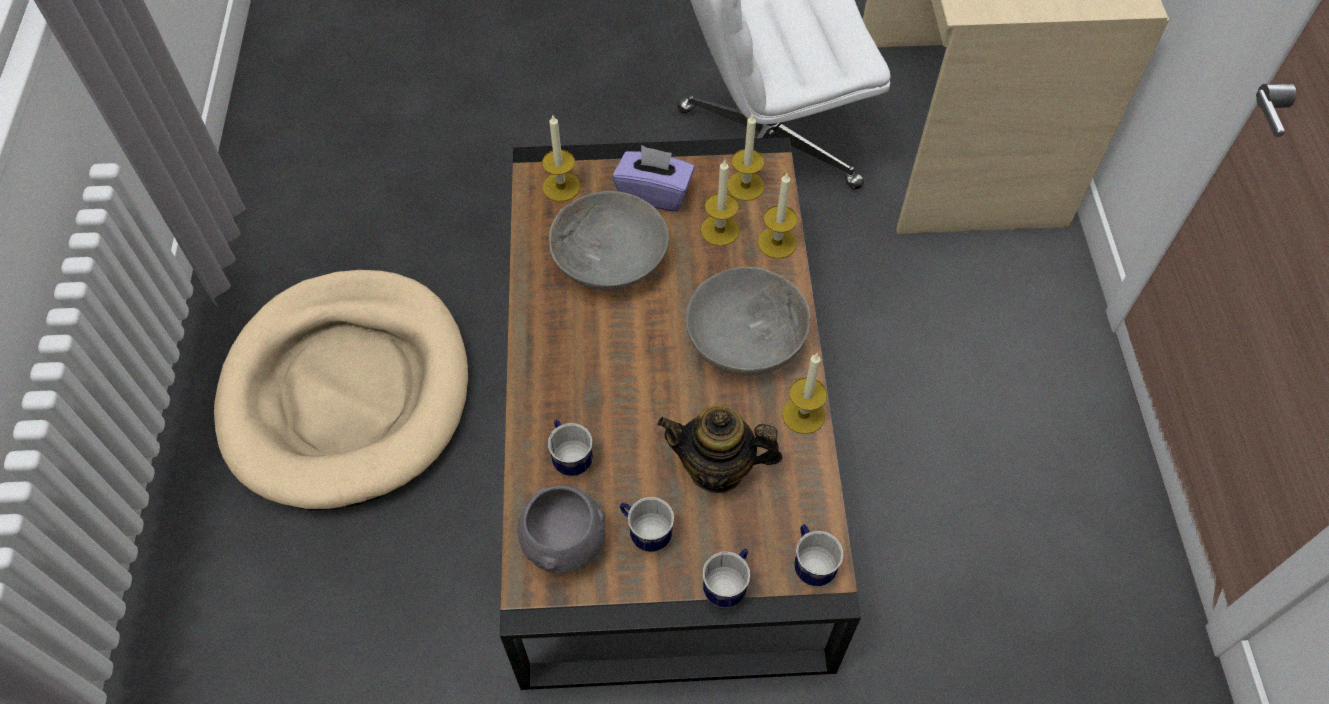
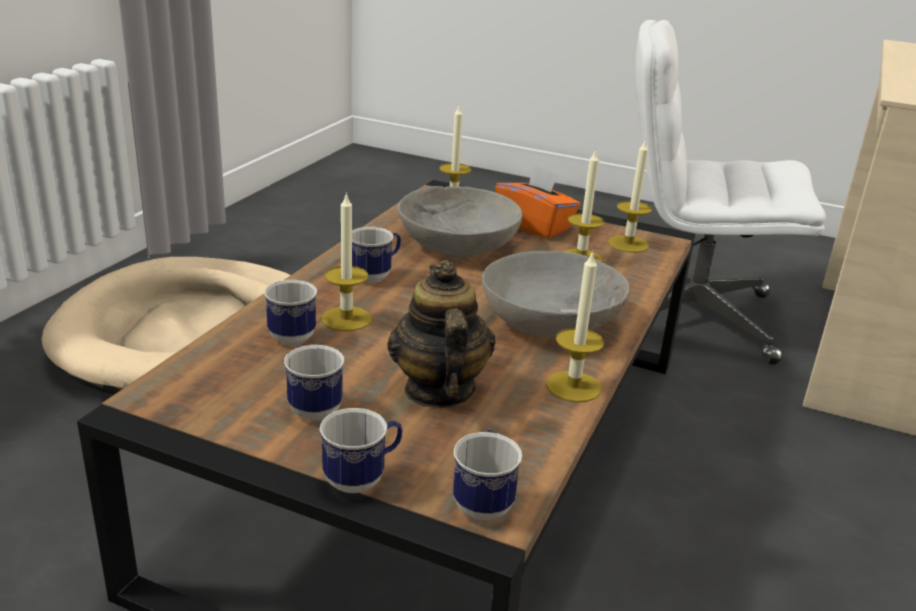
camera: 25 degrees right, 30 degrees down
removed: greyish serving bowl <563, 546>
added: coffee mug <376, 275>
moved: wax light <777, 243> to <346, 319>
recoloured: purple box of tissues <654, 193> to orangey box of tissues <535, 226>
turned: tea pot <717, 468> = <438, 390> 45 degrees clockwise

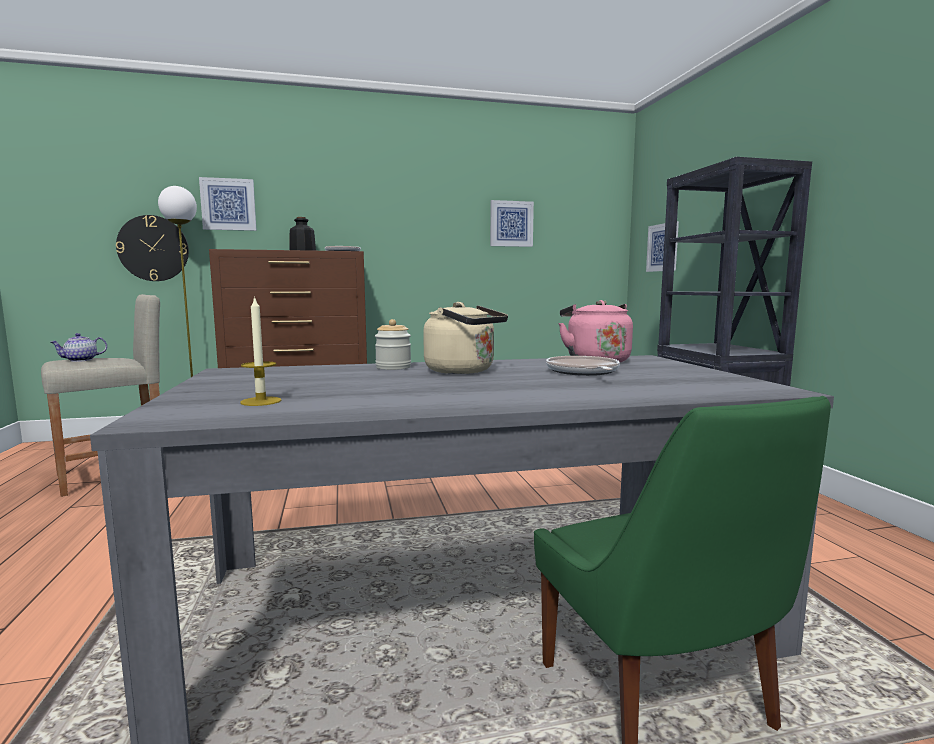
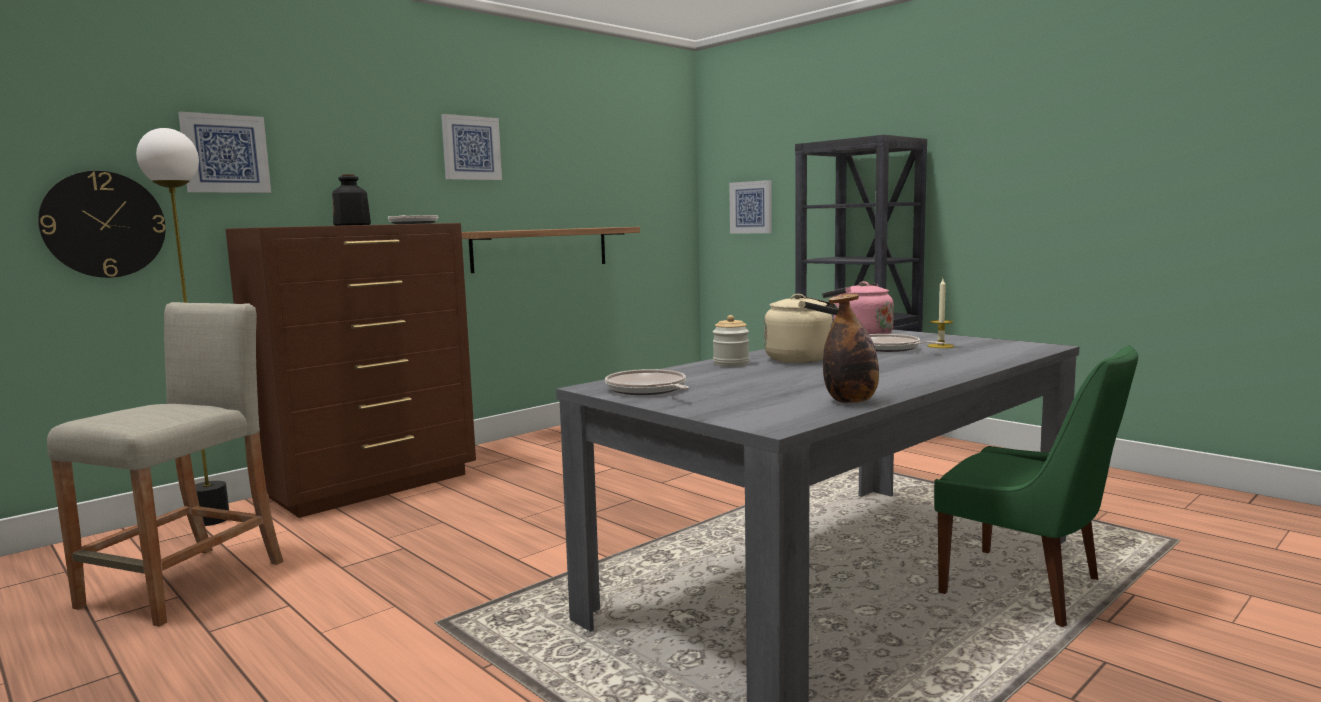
camera: 30 degrees left, 0 degrees up
removed: tea pot <80, 360>
added: bracket shelf <541, 248>; frying pan <647, 390>; bottle <851, 401>
moved: wax light <261, 401> to <940, 346>; picture <511, 224> to <471, 148>

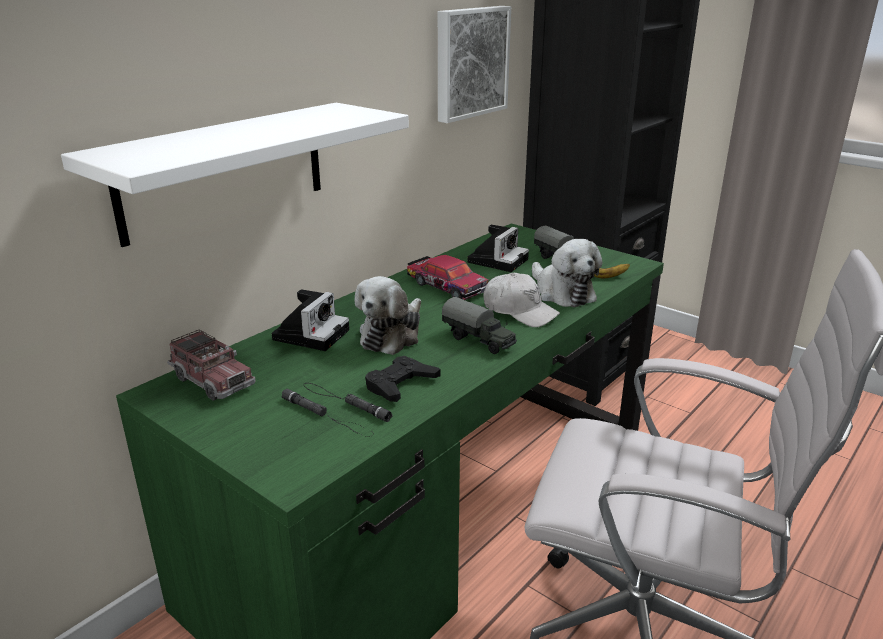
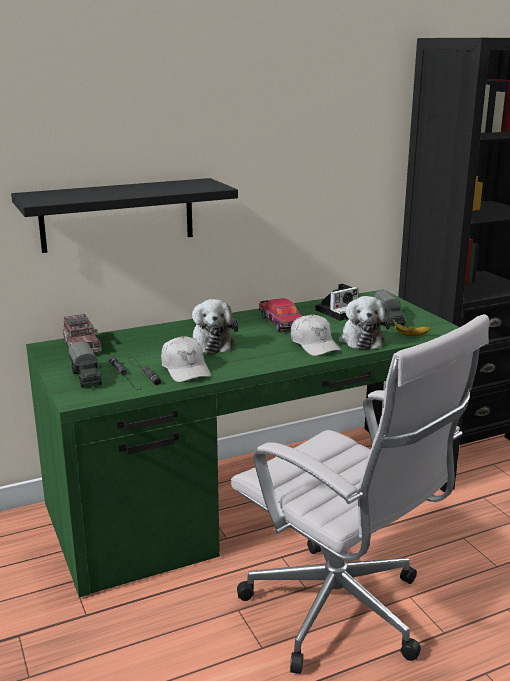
camera: 25 degrees right, 5 degrees down
removed: photo camera <311, 333>; picture <470, 62>
moved: toy truck <479, 340> to <86, 377>
replaced: blackish game controller <400, 384> to whitish cap <185, 369>
recoloured: whitish bracket shelf <224, 170> to blackish bracket shelf <117, 215>
turned: plush toy <392, 335> = <211, 343> 60 degrees counterclockwise

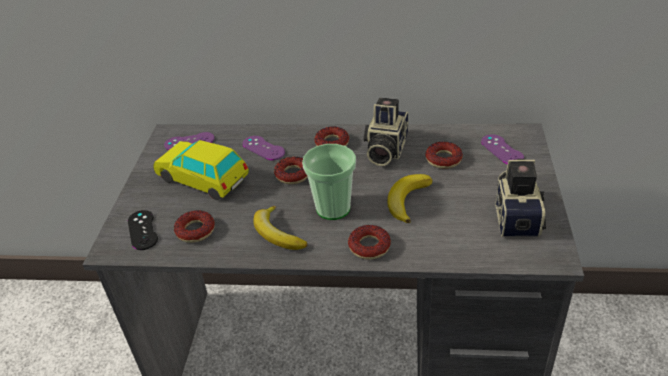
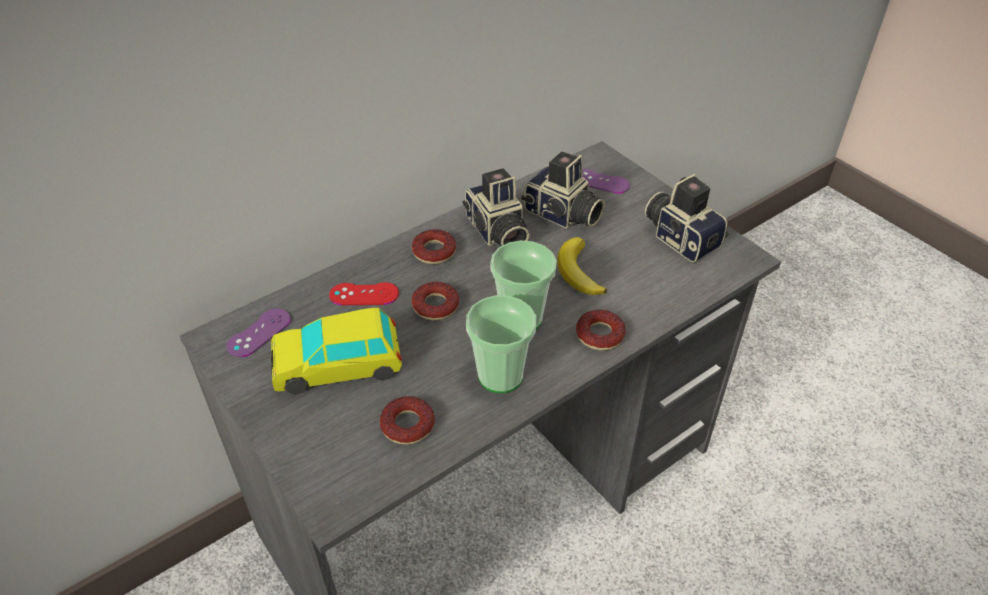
camera: 45 degrees left, 5 degrees up
removed: blackish game controller <142, 230>
replaced: whole banana <277, 234> to drinking cup <500, 376>; doughnut <443, 159> to photo camera <562, 215>
recoloured: purple game controller <263, 148> to red game controller <364, 294>

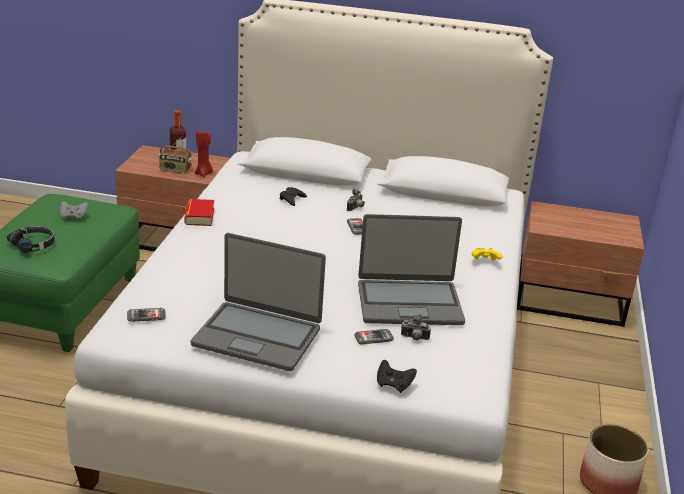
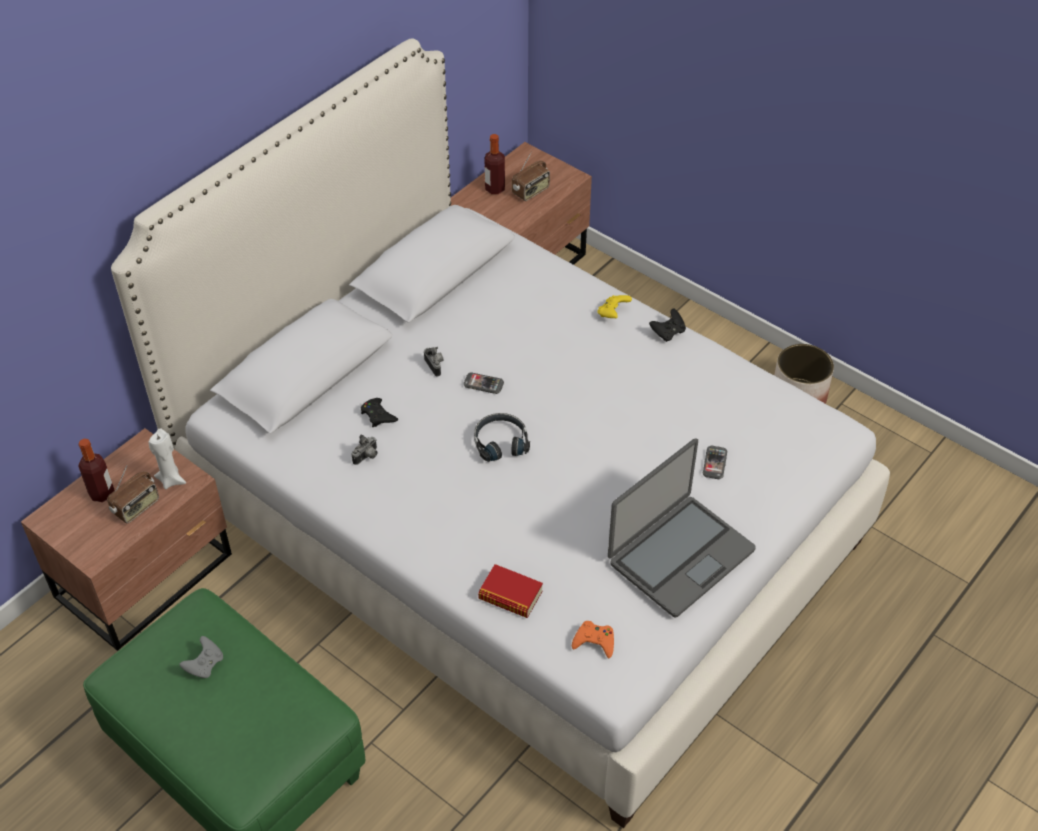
camera: 60 degrees left, 20 degrees up
removed: laptop <409, 303>
added: bottle <495, 189>; radio receiver <531, 192>
moved: blackish pair of headphones <33, 244> to <500, 442>; bound book <199, 216> to <510, 595>; blackish game controller <394, 385> to <668, 333>; photo camera <414, 338> to <367, 457>
replaced: telephone <146, 316> to orangey game controller <594, 641>
recoloured: red wax light <204, 174> to whitish wax light <171, 480>

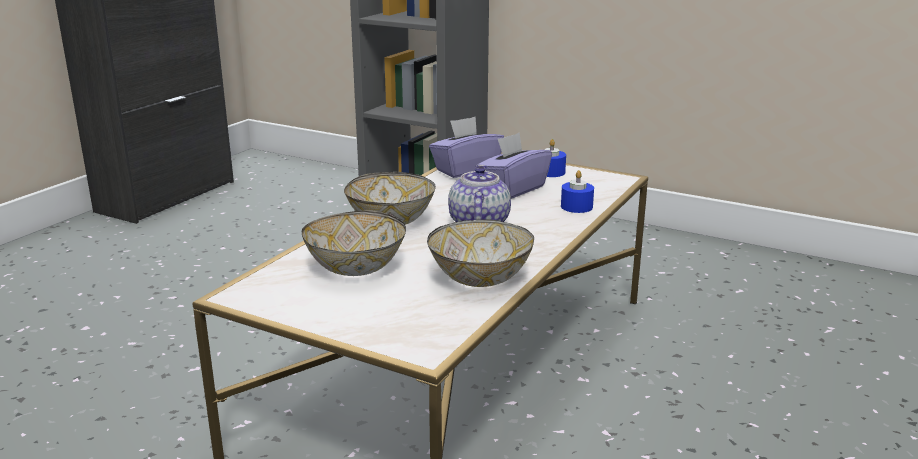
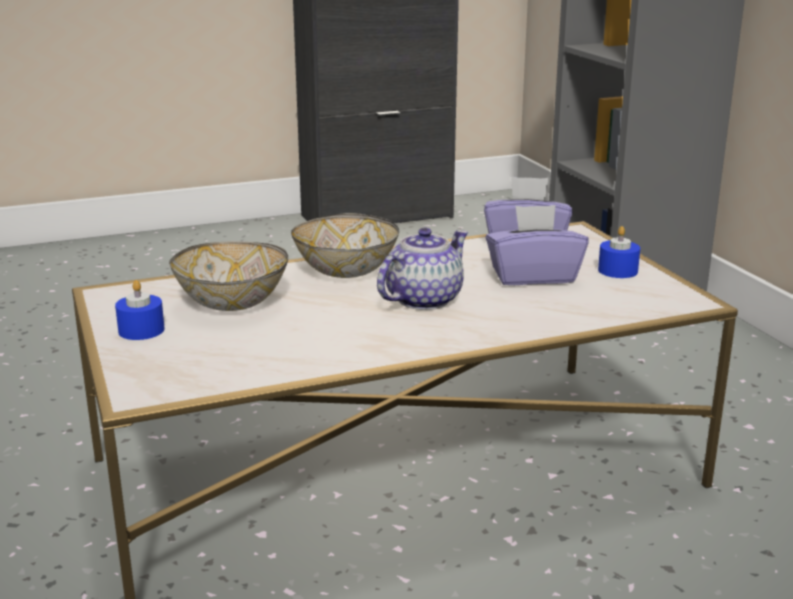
camera: 40 degrees right, 0 degrees up
removed: serving bowl <478, 279>
moved: bluish wax light <576, 206> to <141, 330>

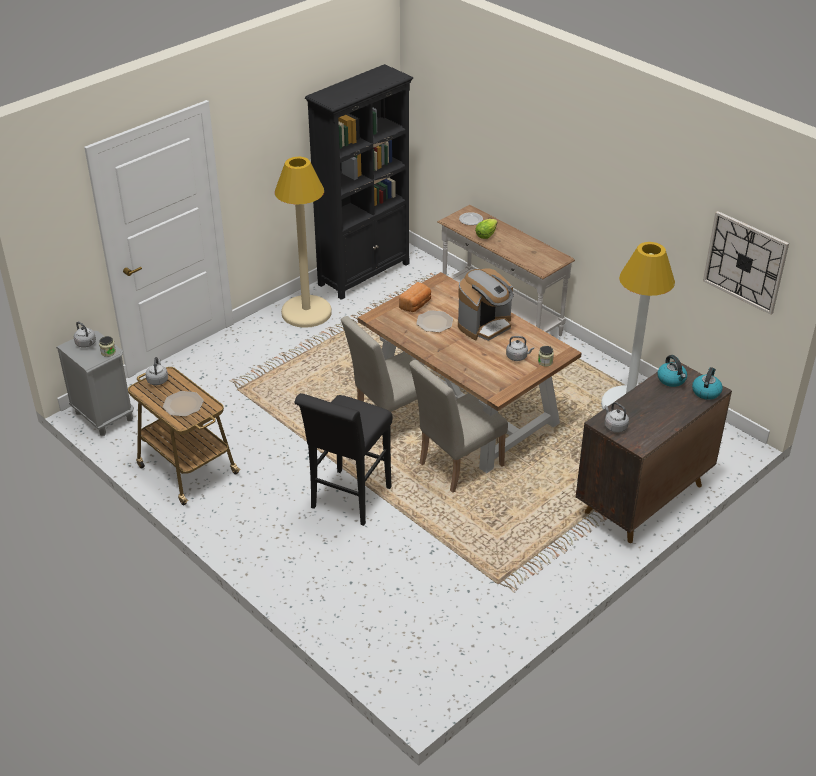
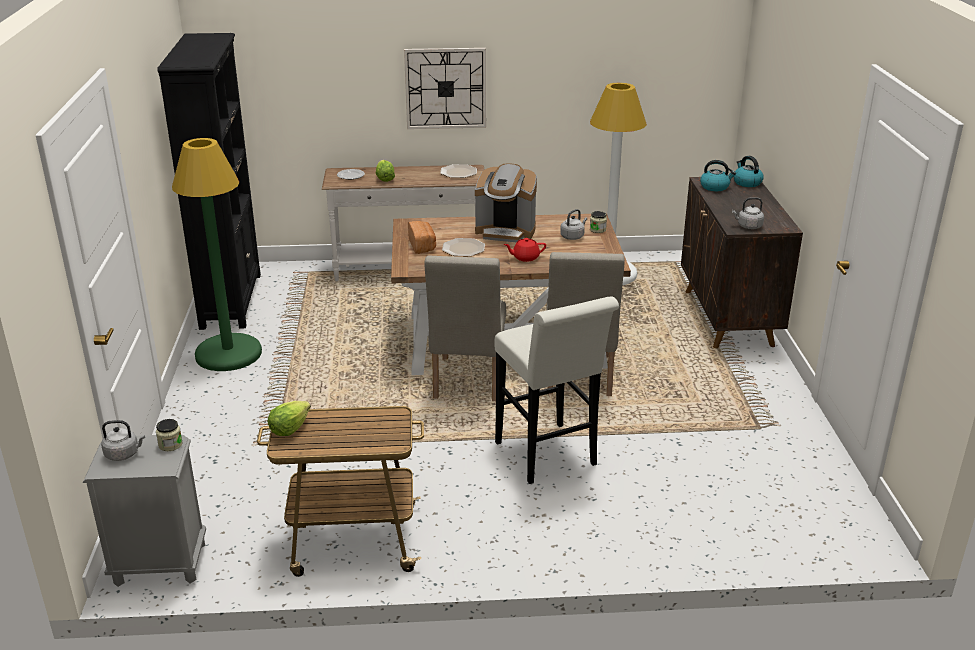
camera: 50 degrees left, 10 degrees down
added: red tea pot <525, 257>
moved: flat dish <183, 405> to <459, 172>; wall clock <745, 262> to <445, 88>
replaced: greyish water kettle <158, 380> to lettuce head <289, 429>
recoloured: beige-coloured floor lamp <306, 312> to green-coloured floor lamp <228, 354>; blackish sitting stool <348, 501> to whitish sitting stool <549, 457>
turned: coffee machine <485, 325> = <506, 231> 105 degrees clockwise

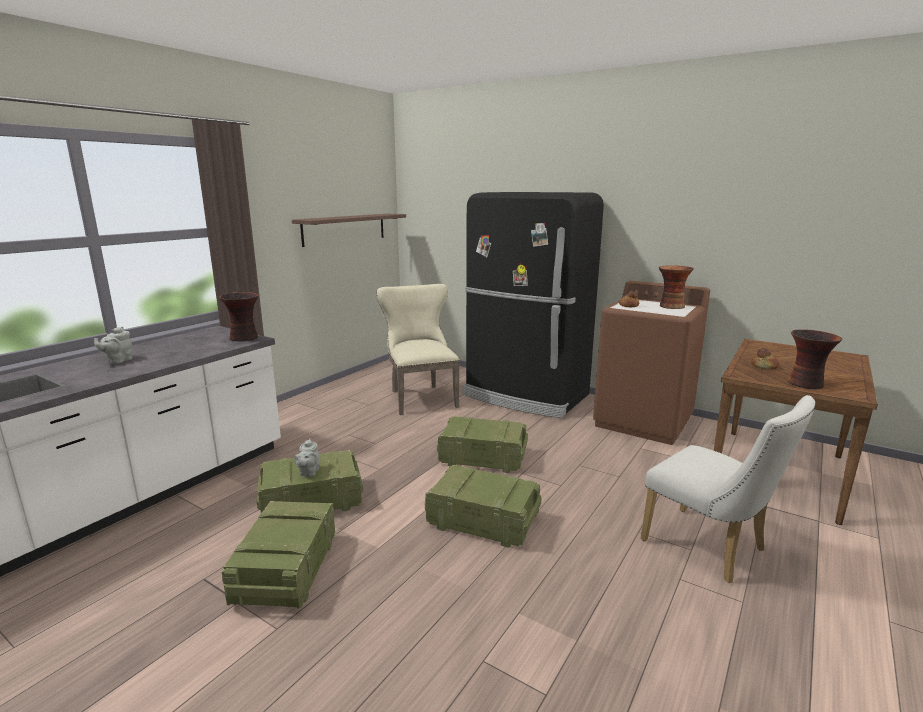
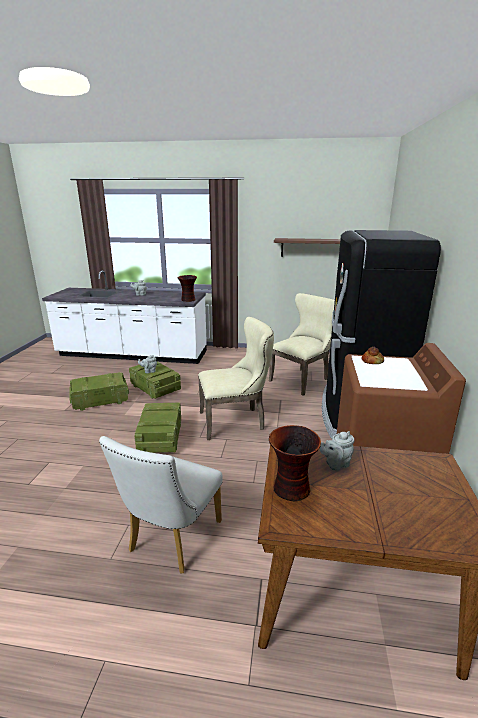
camera: 65 degrees right, 5 degrees up
removed: vase <671, 306>
replaced: shipping crate <484, 458> to beige-coloured chair <236, 421>; baked bread <764, 366> to greyish tea pot <335, 464>

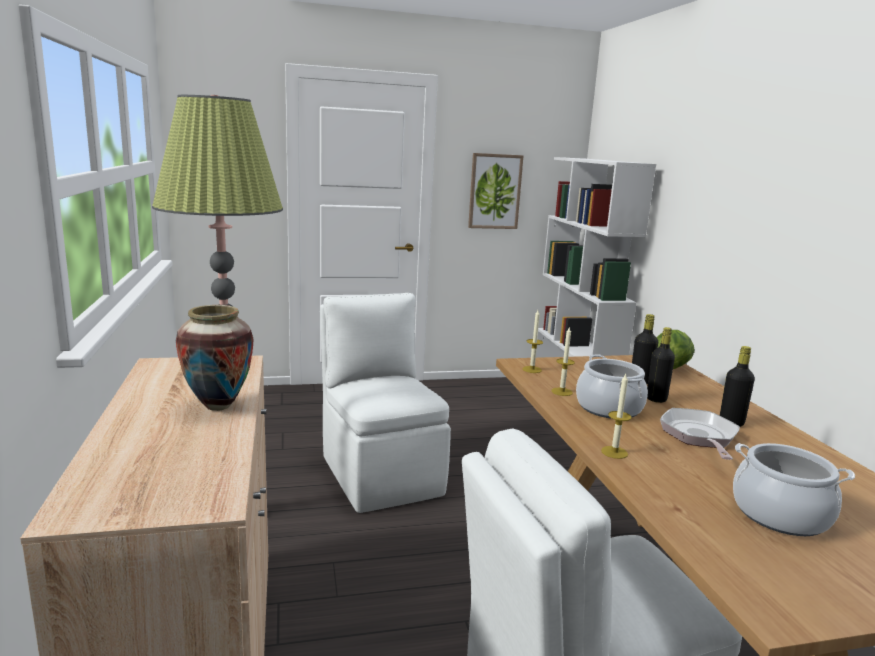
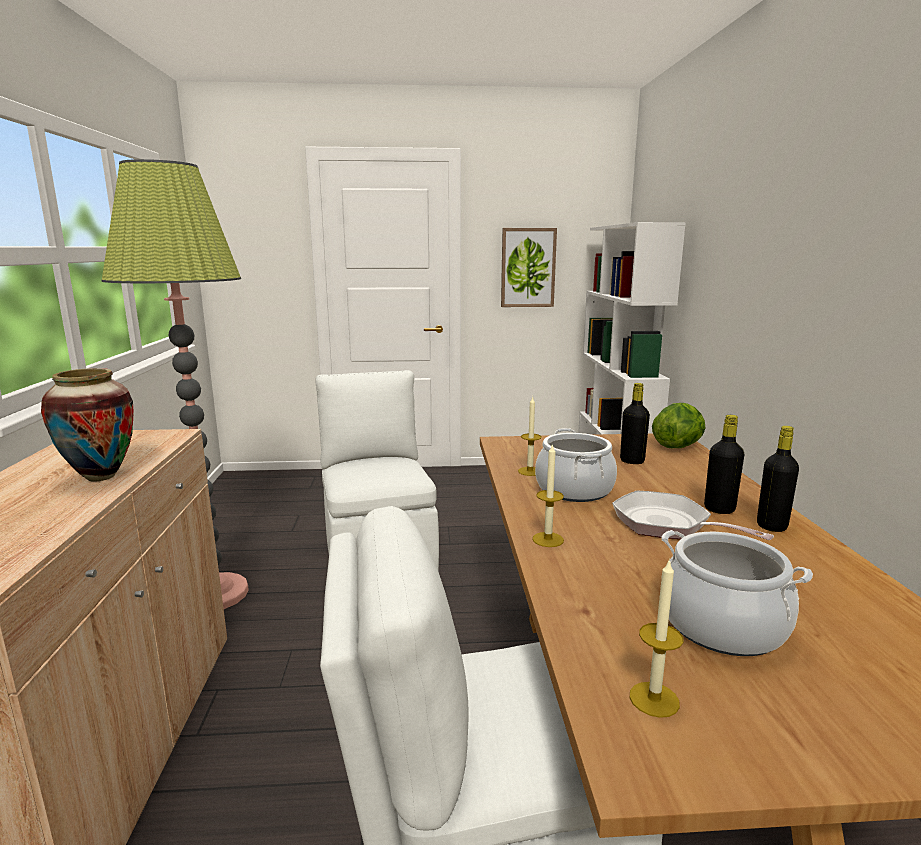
camera: 10 degrees right, 0 degrees up
moved: wax light <532, 369> to <654, 699>; blackish bottle <656, 399> to <771, 526>
turned: frying pan <699, 437> = <667, 524> 60 degrees counterclockwise

